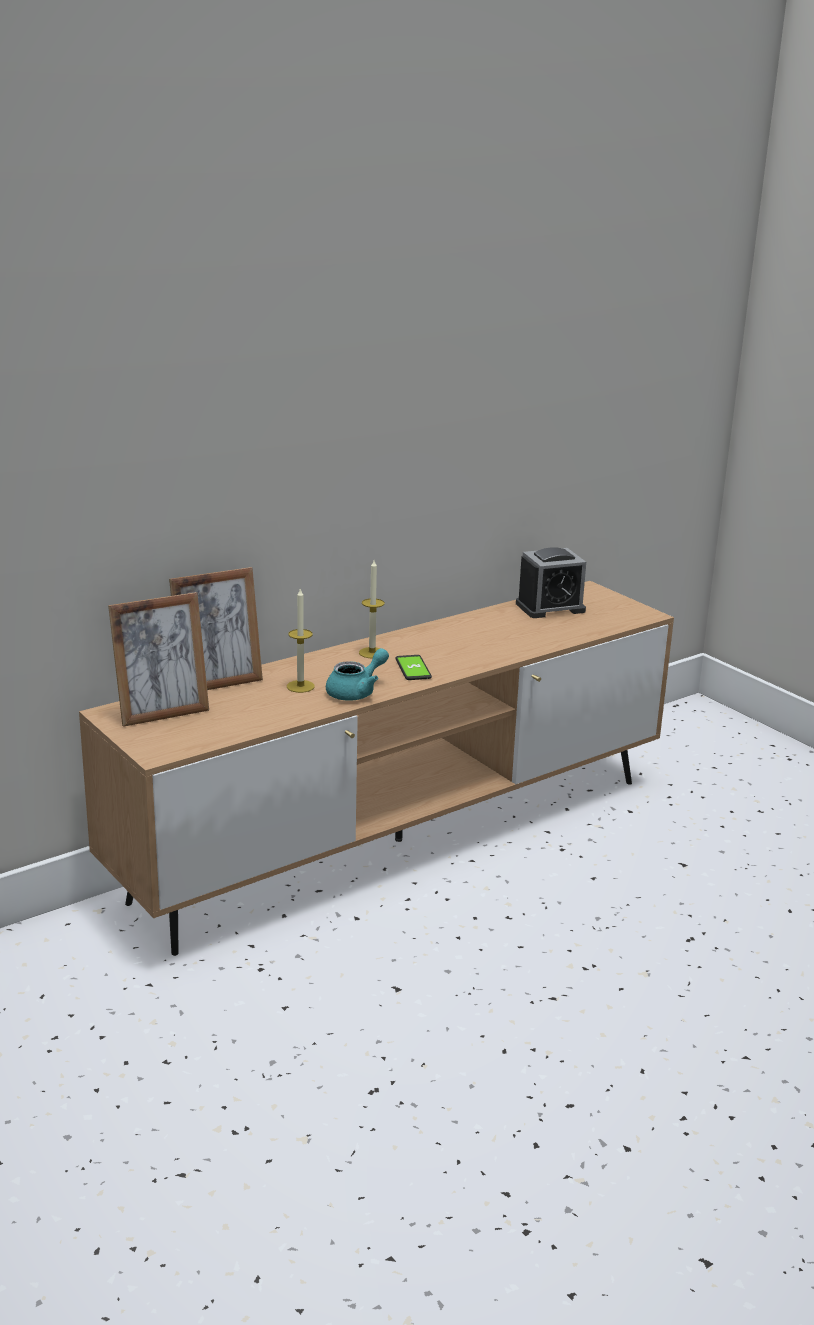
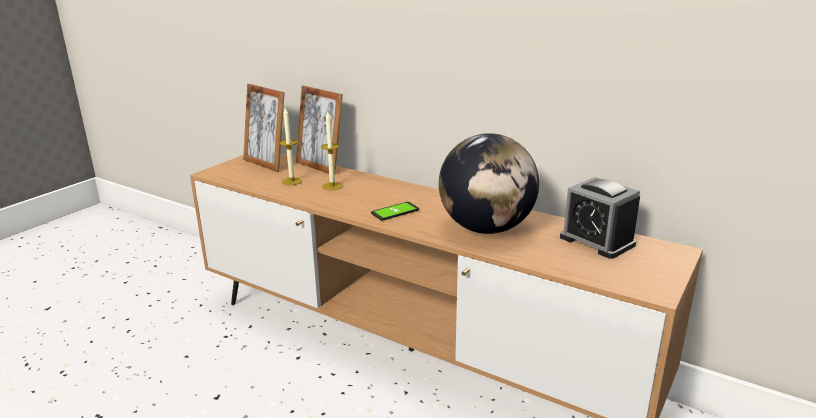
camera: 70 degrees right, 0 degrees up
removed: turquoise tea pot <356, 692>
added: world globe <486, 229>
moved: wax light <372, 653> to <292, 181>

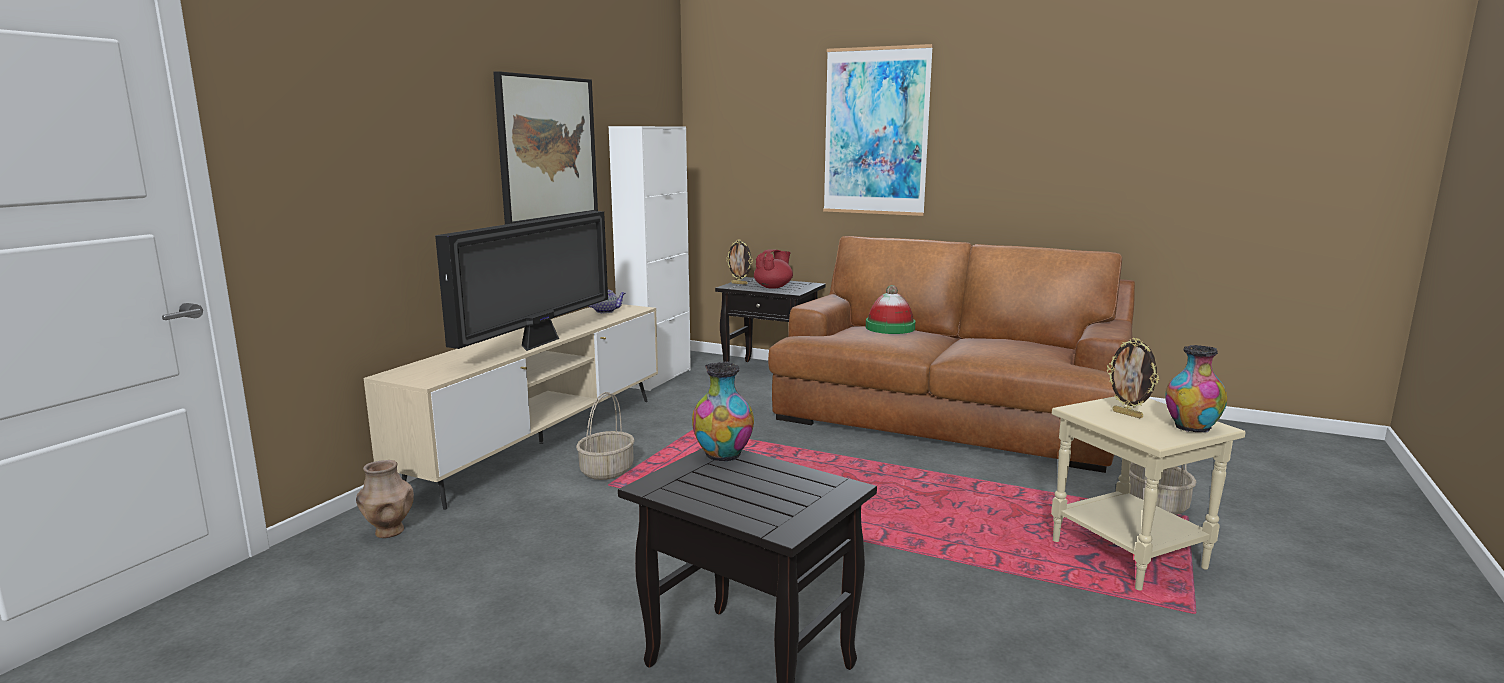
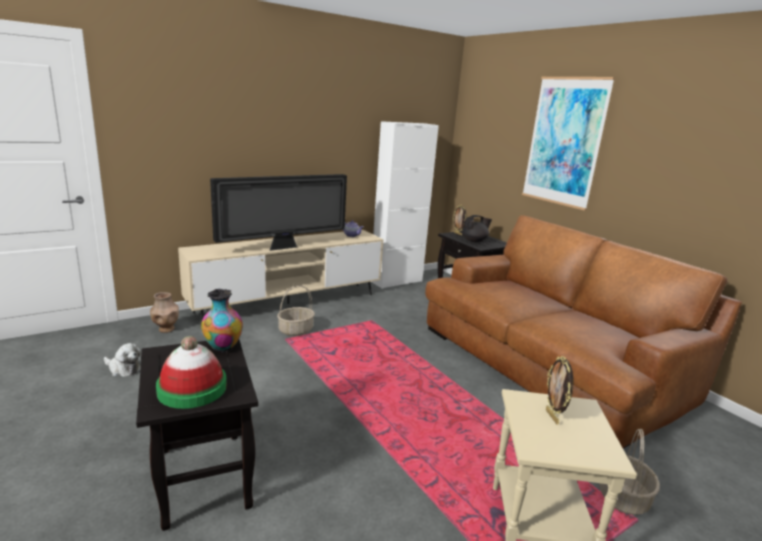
camera: 30 degrees right, 5 degrees up
removed: picture <547, 148>; vase <1190, 428>
added: plush toy <123, 369>
moved: clothing hat <890, 328> to <192, 388>
recoloured: red tea pot <773, 287> to blackish tea pot <474, 241>

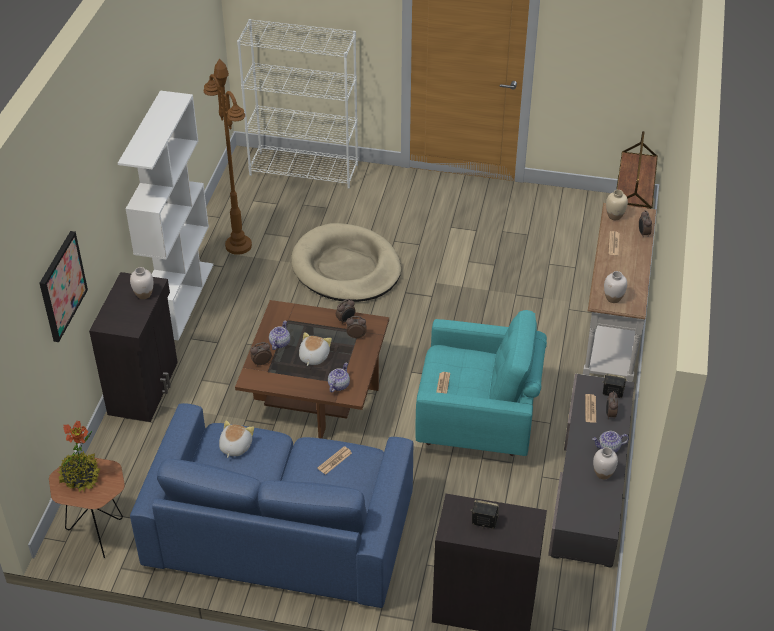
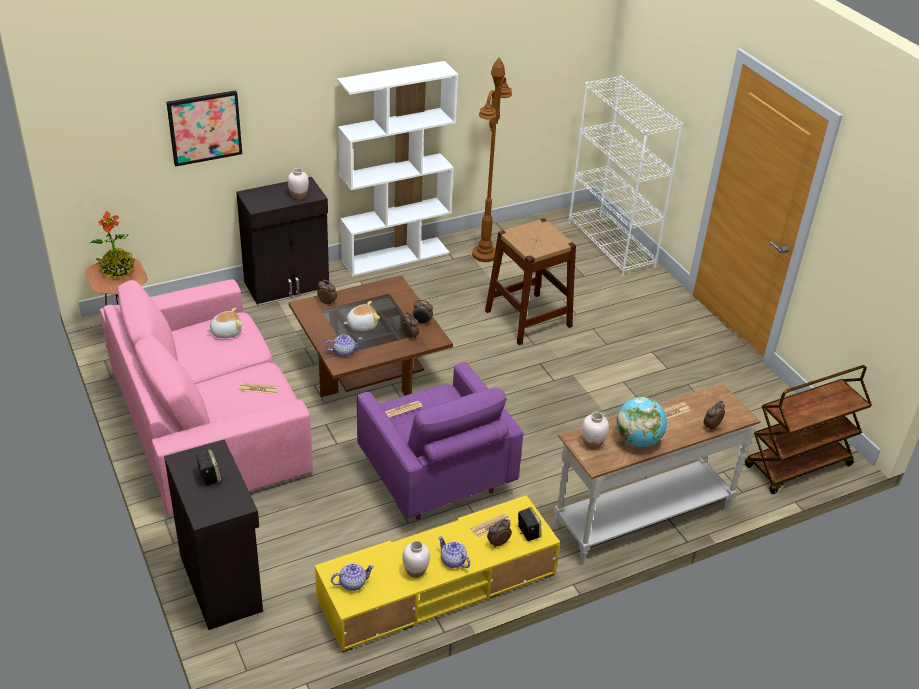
camera: 50 degrees right, 5 degrees down
removed: beige-coloured vase <614, 216>
added: world globe <638, 440>
moved: tea pot <279, 343> to <353, 583>
replaced: beige-coloured dog cushion <346, 268> to brownish sitting stool <528, 318>
recoloured: bluish settee <280, 528> to pinkish settee <209, 419>; turquoise armchair <477, 421> to purple armchair <435, 477>; greyish media console <590, 480> to yellow-coloured media console <437, 587>

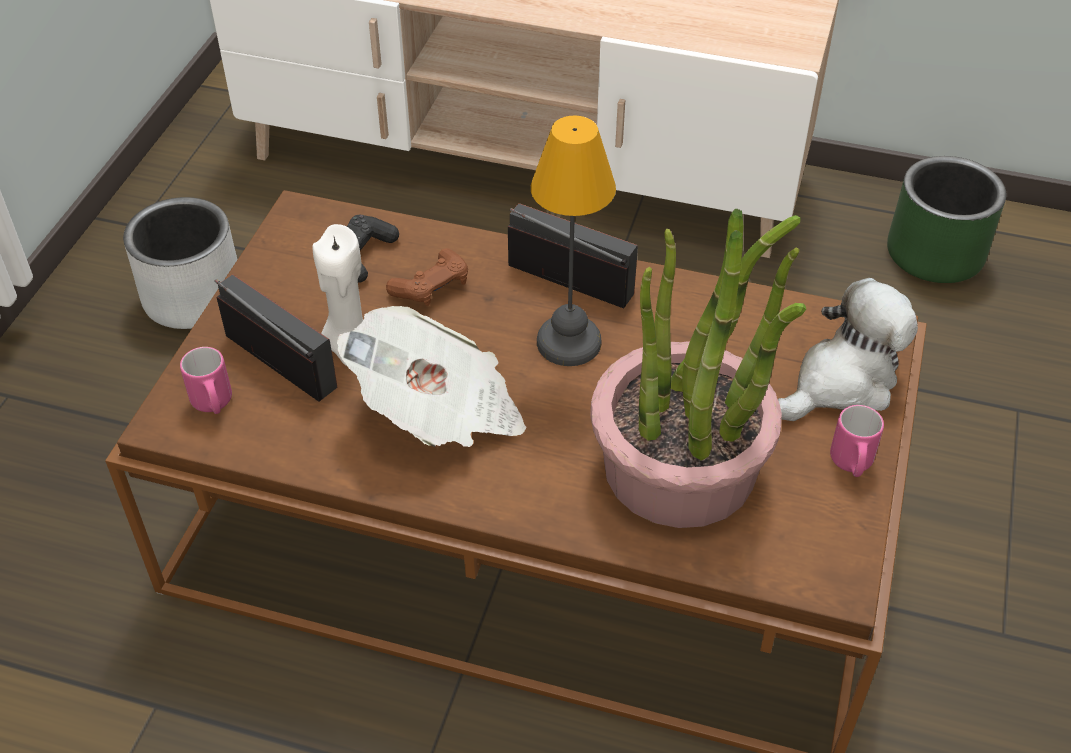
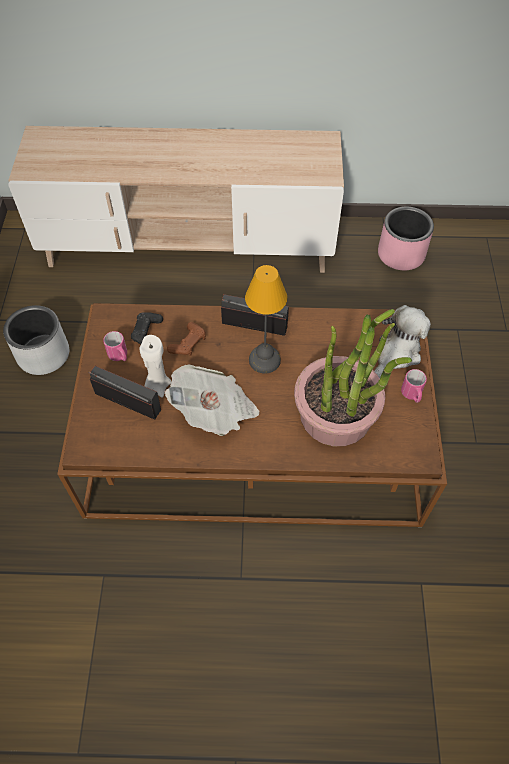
camera: 15 degrees left, 10 degrees up
moved: pinkish coffee mug <213, 404> to <119, 356>
recoloured: green-coloured plant pot <935, 254> to pinkish plant pot <401, 254>

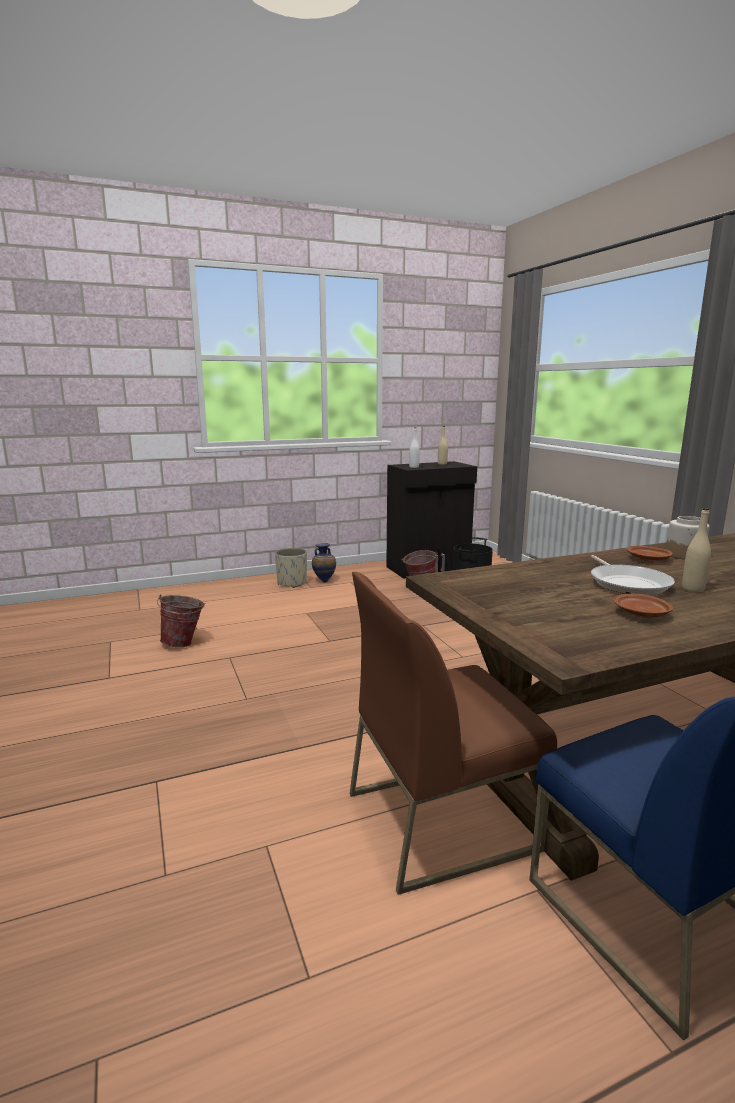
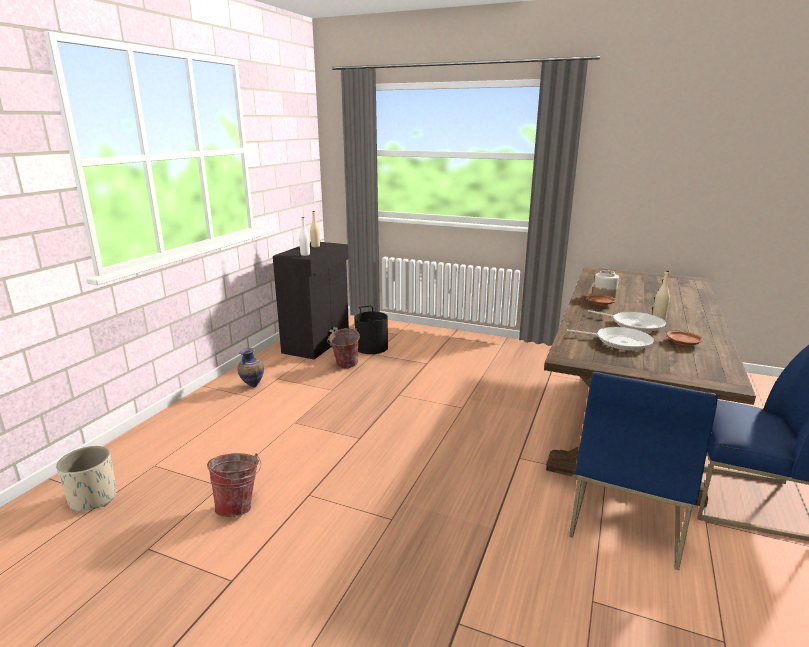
camera: 45 degrees left, 5 degrees up
added: frying pan <619, 342>
moved: beige-coloured plant pot <292, 583> to <93, 499>
recoloured: brownish chair <441, 819> to bluish chair <625, 517>

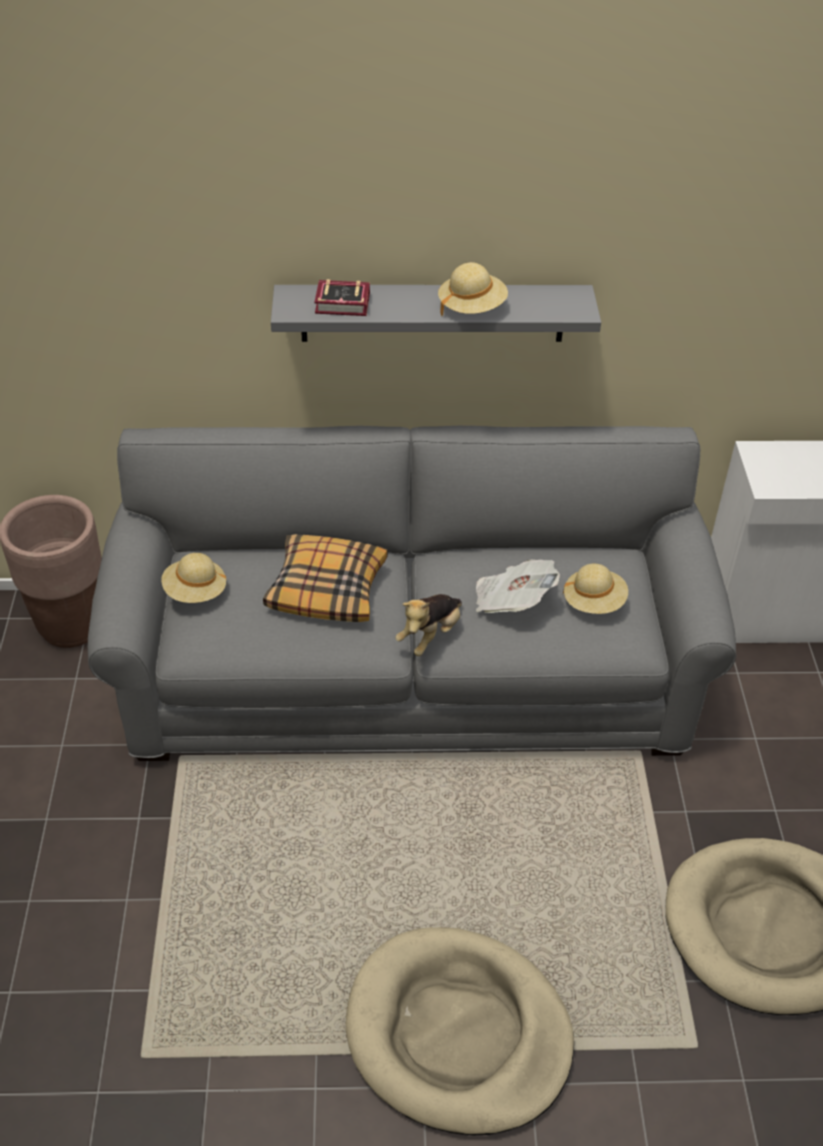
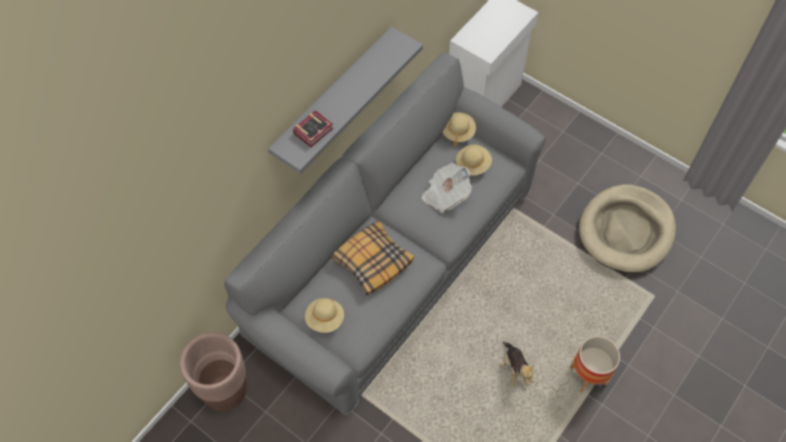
camera: 50 degrees left, 15 degrees up
moved: plush toy <430, 635> to <514, 369>; beige-coloured clothing hat <471, 307> to <458, 132>
replaced: beige-coloured dog cushion <458, 1033> to plant pot <588, 375>

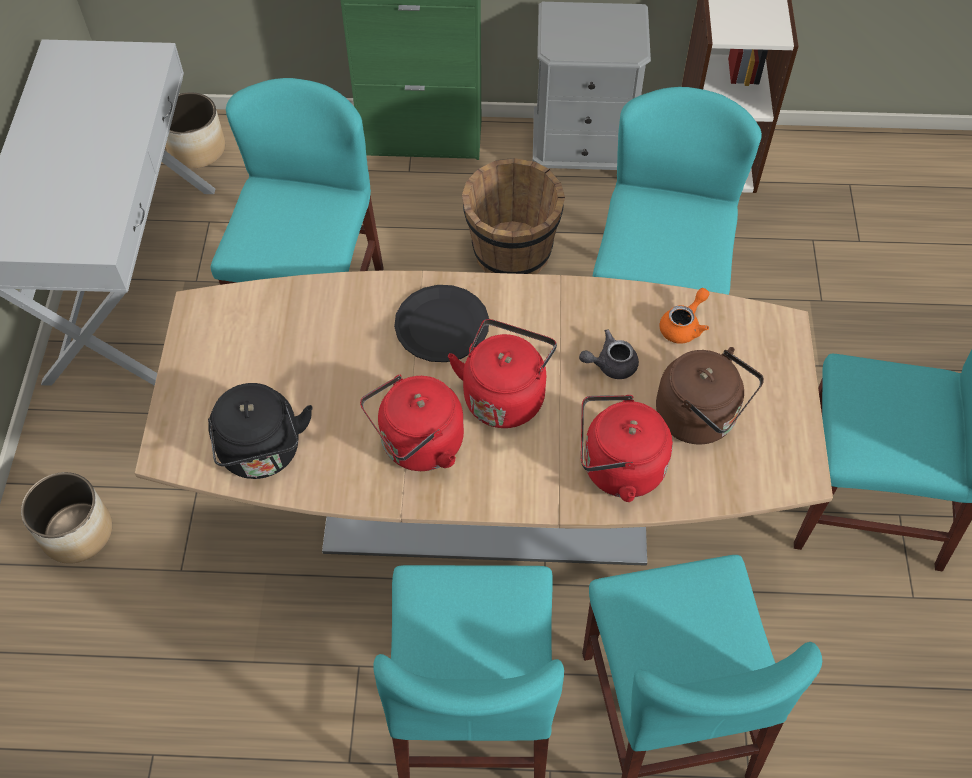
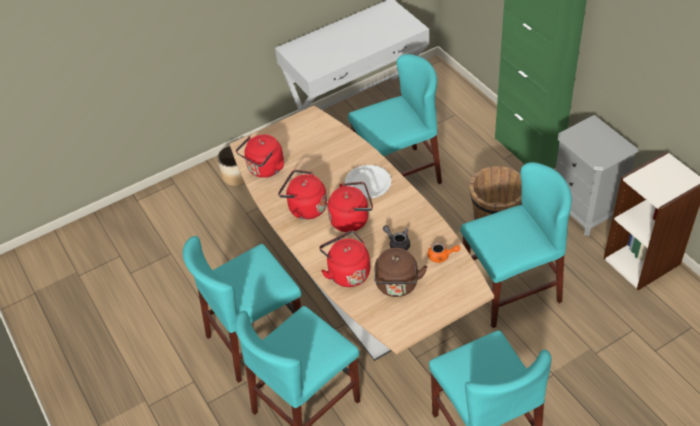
camera: 60 degrees right, 10 degrees down
removed: plant pot <196, 149>
recoloured: blackish water kettle <262, 454> to red water kettle <264, 169>; blackish flat dish <442, 325> to whitish flat dish <368, 183>

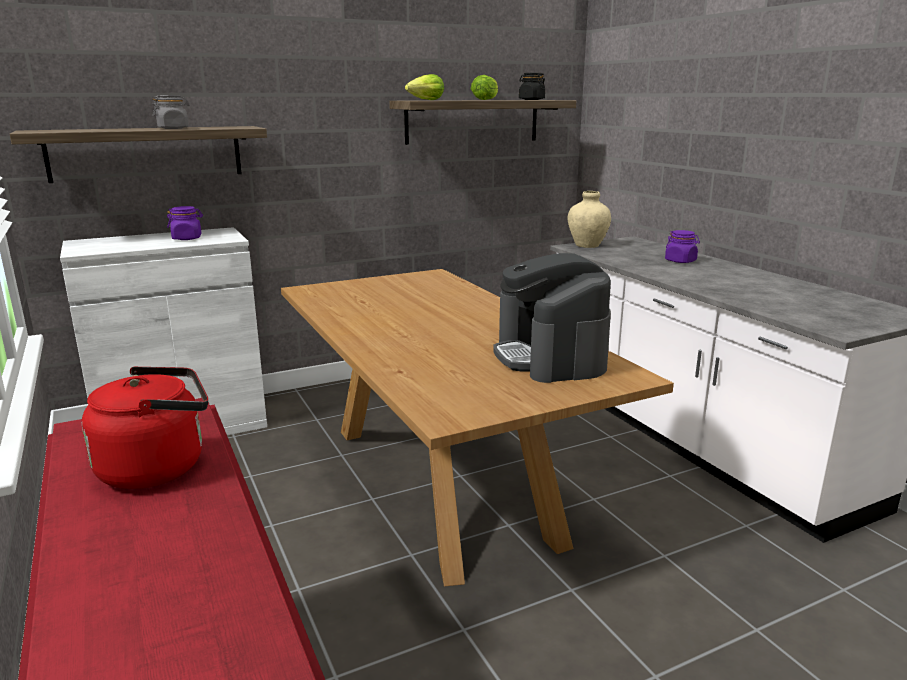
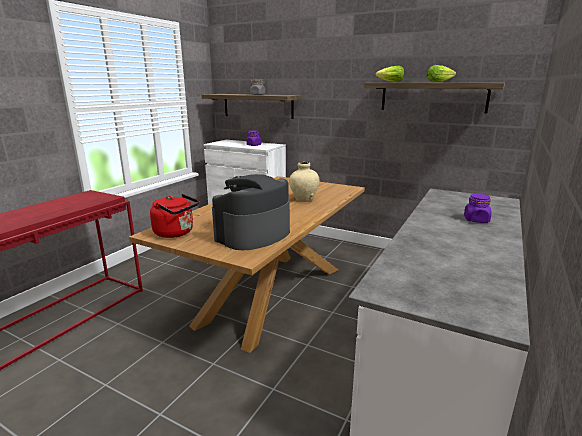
camera: 55 degrees right, 0 degrees up
removed: blackish preserve jar <531, 99>
moved: red water kettle <159, 467> to <176, 233>; beige-coloured vase <587, 245> to <303, 199>

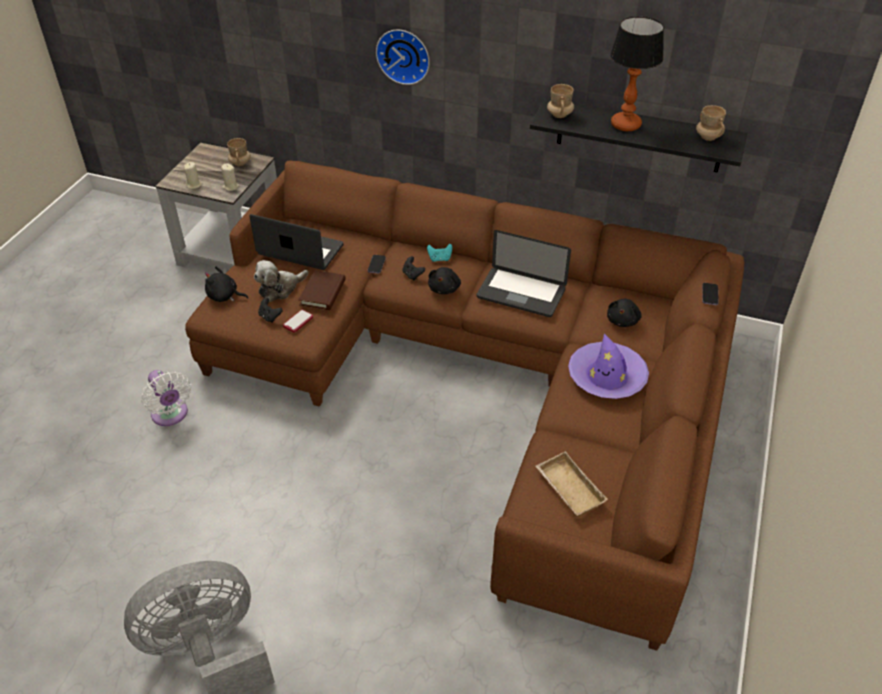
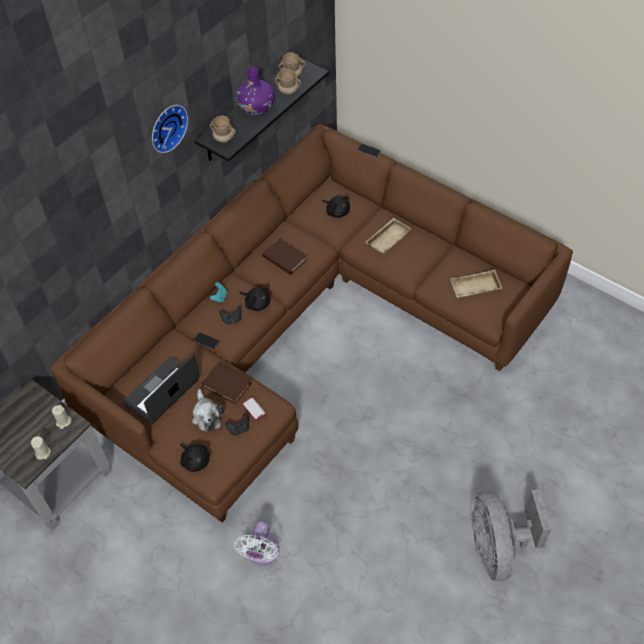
camera: 70 degrees left, 10 degrees up
moved: beige-coloured coffee mug <240, 163> to <288, 91>; wall clock <404, 55> to <166, 127>
replaced: laptop <521, 293> to brownish bound book <284, 258>; purple clothing hat <607, 377> to beige-coloured serving tray <387, 238>; tabletop lamp <626, 125> to purple vase <256, 109>
turned: whitish electric fan <171, 415> = <262, 553> 120 degrees clockwise; blackish plush toy <224, 296> = <195, 460> 75 degrees counterclockwise

